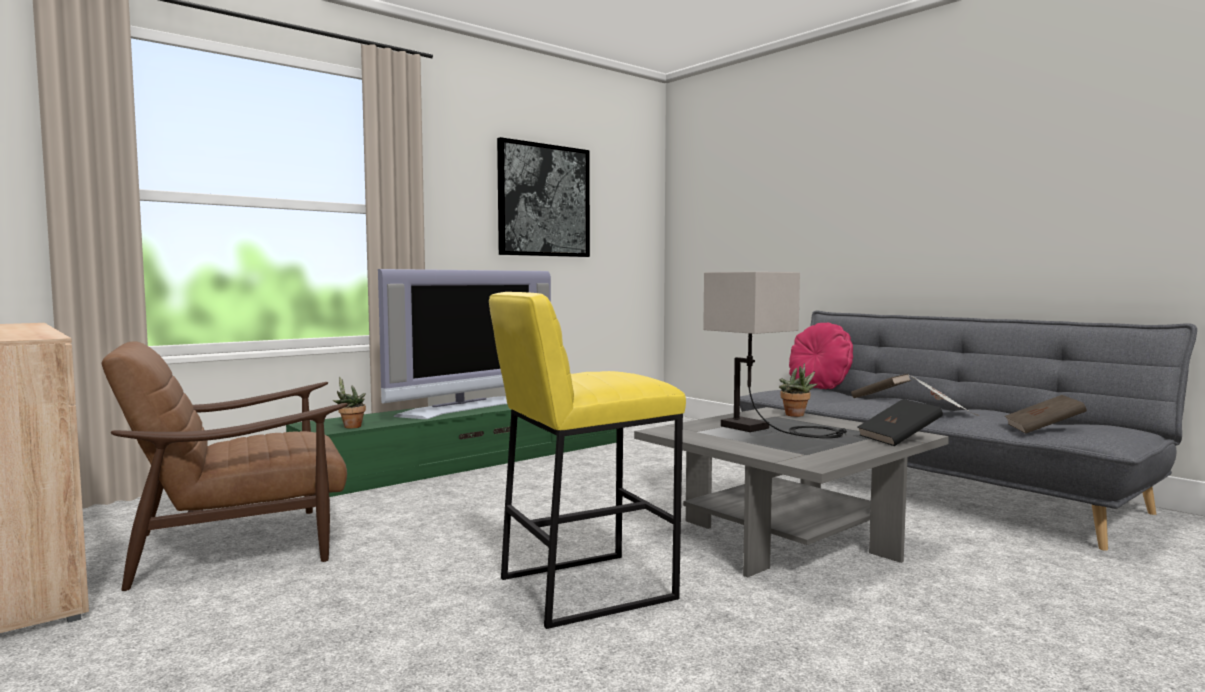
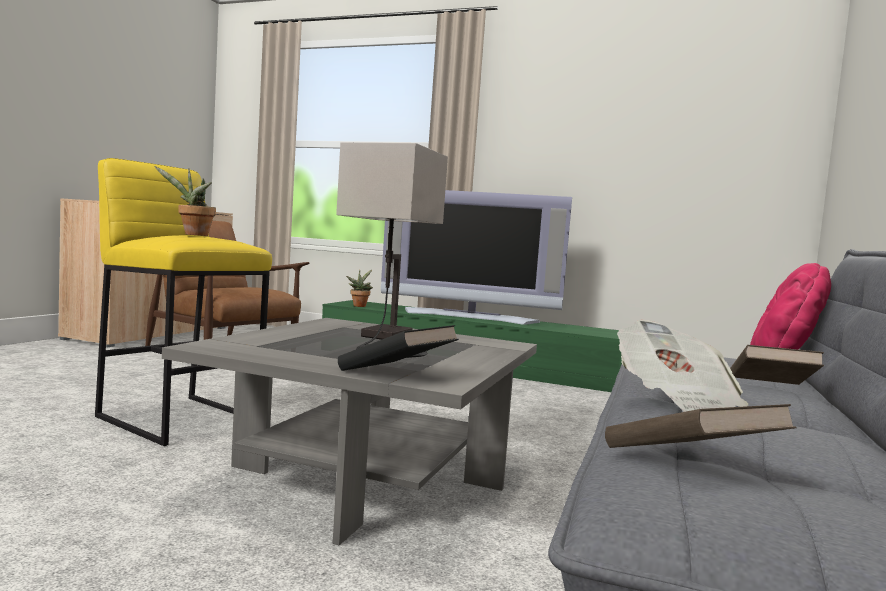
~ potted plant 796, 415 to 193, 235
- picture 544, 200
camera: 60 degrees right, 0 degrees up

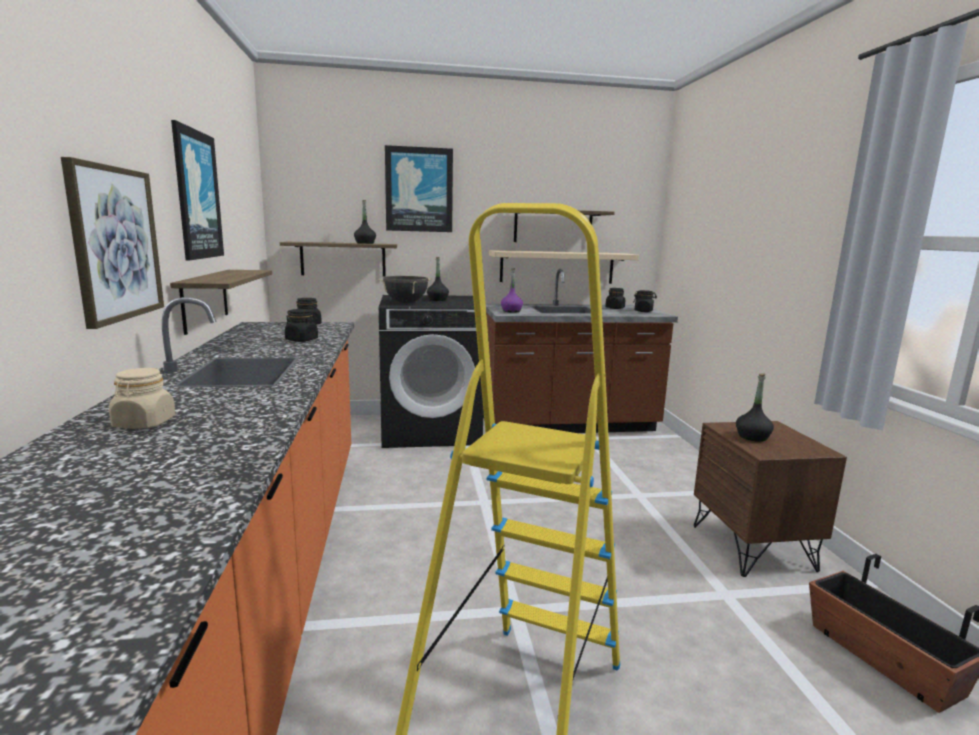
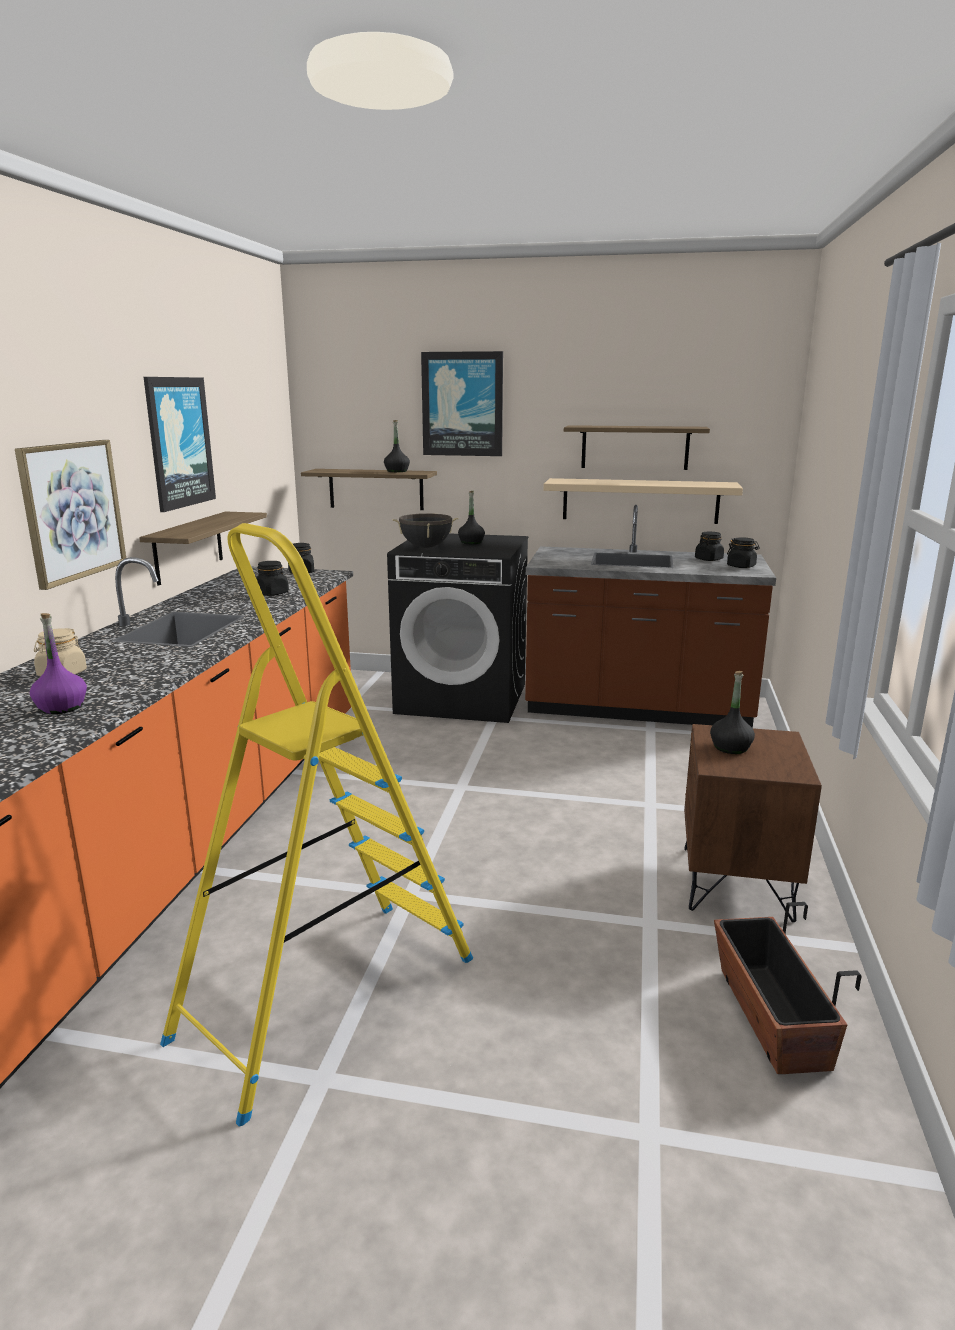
~ bottle/purple 511, 311 to 61, 707
camera: 20 degrees right, 5 degrees up

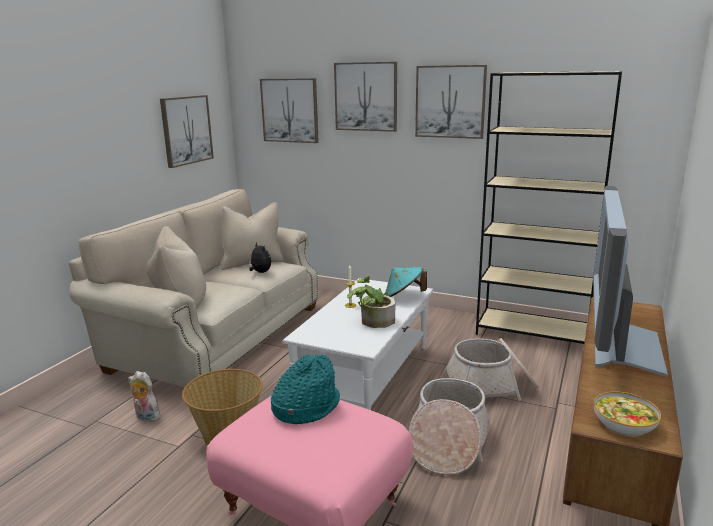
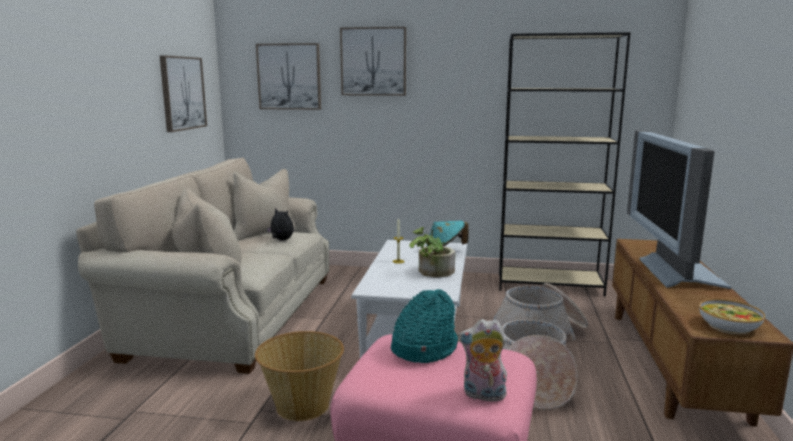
~ plush toy 145, 417 to 483, 396
- picture 450, 101
camera: 15 degrees left, 5 degrees down

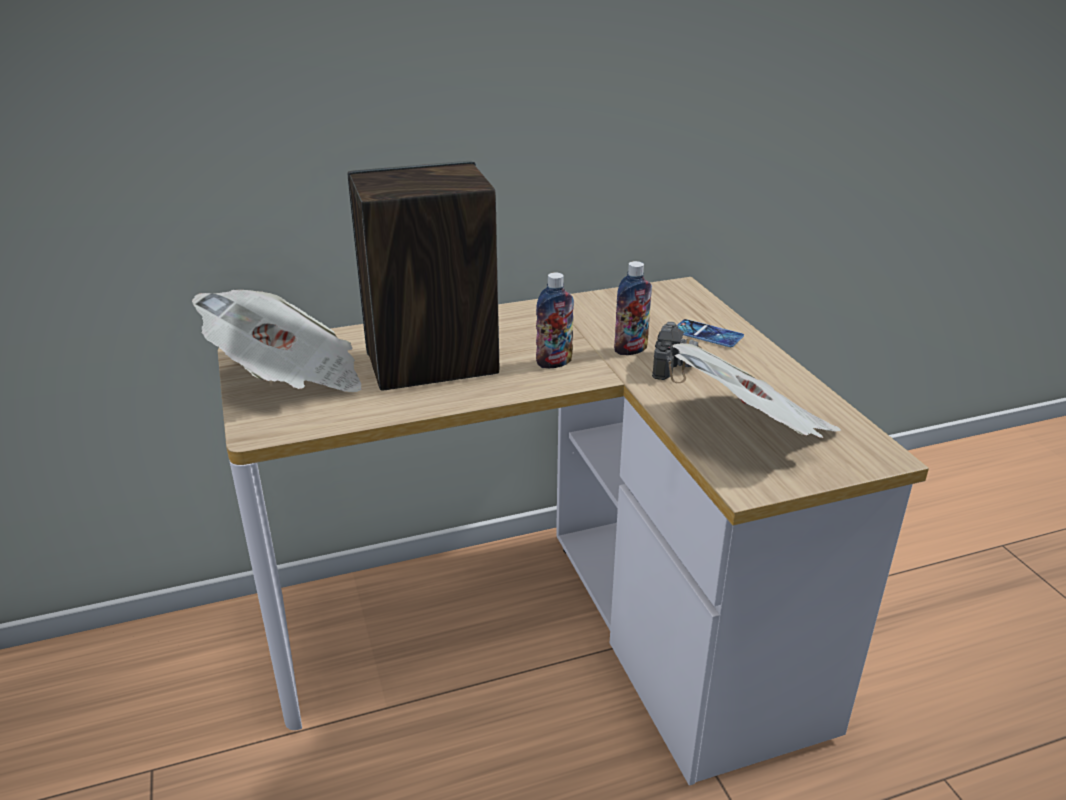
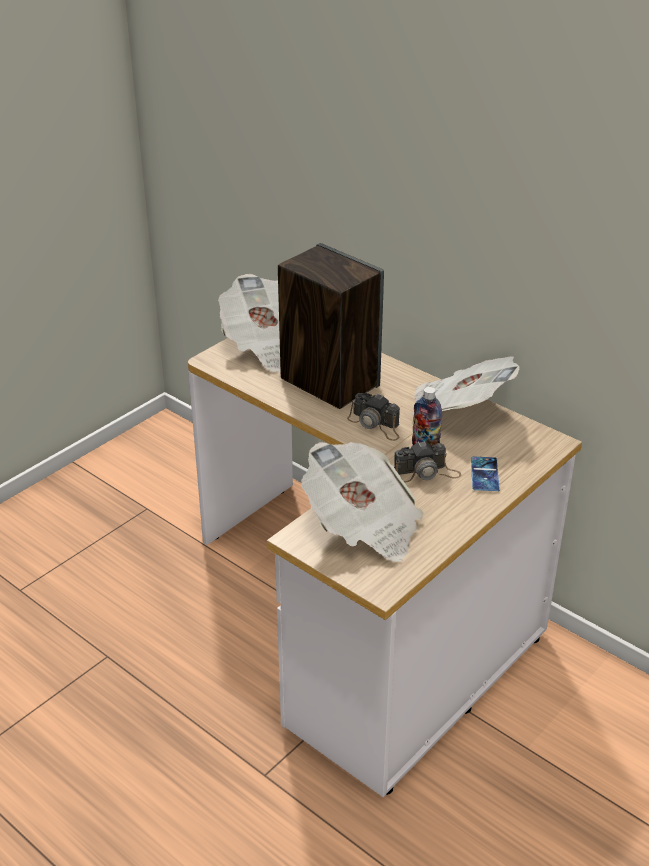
~ bottle 554, 362 to photo camera 376, 425
+ newspaper 459, 409
camera: 60 degrees right, 5 degrees up

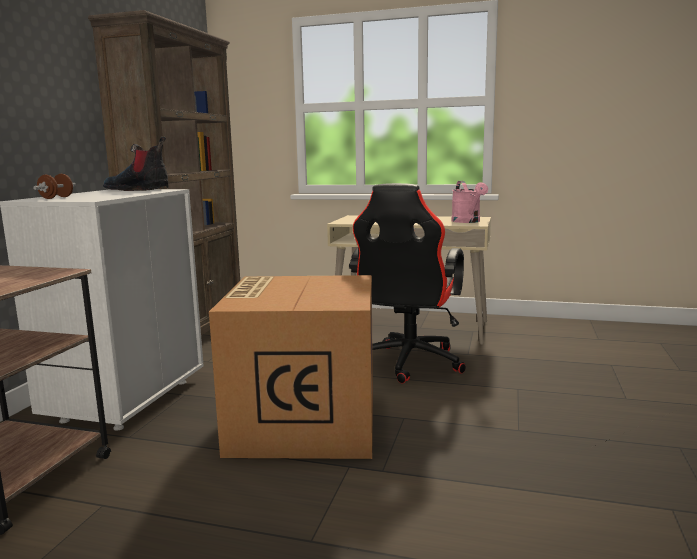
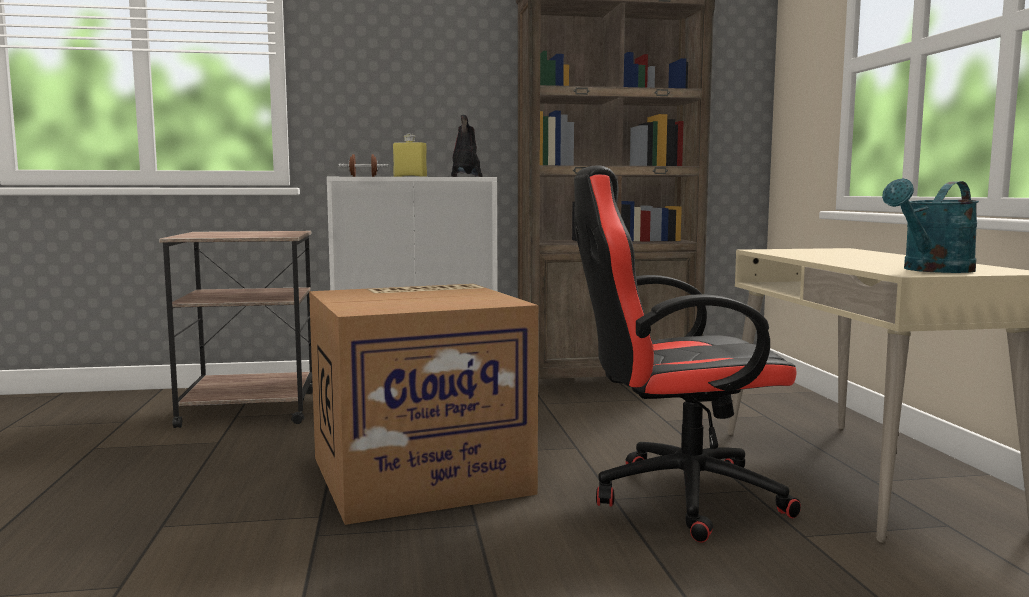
+ bottle/yellow 410, 176
~ watering can/pink 468, 221 to watering can/turquoise 932, 270
camera: 65 degrees right, 5 degrees down

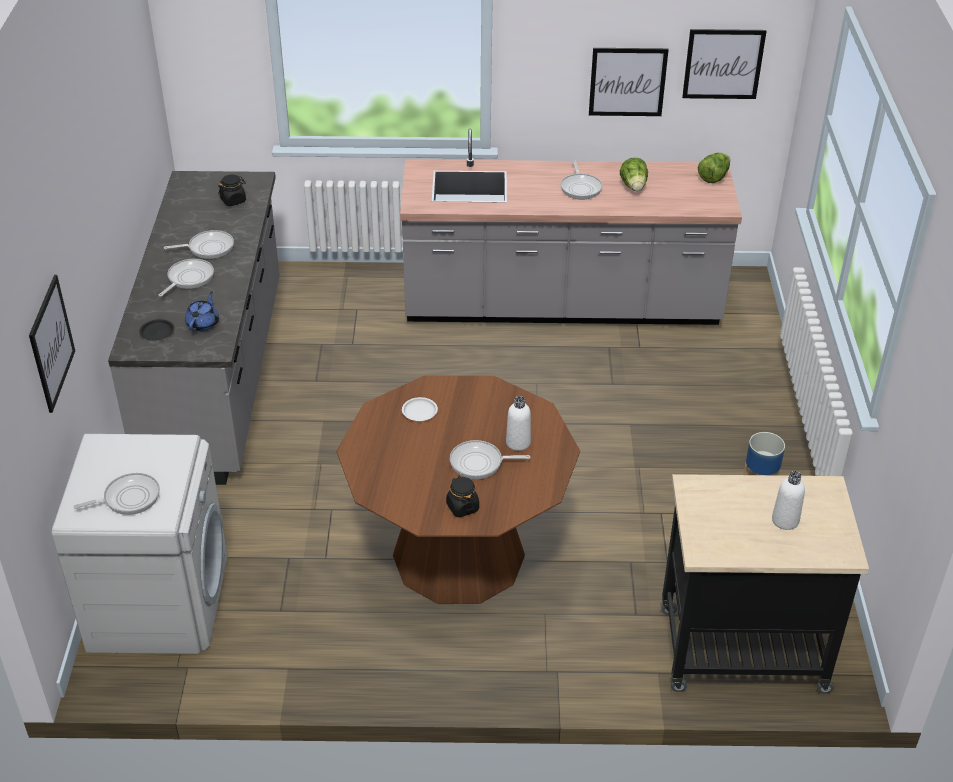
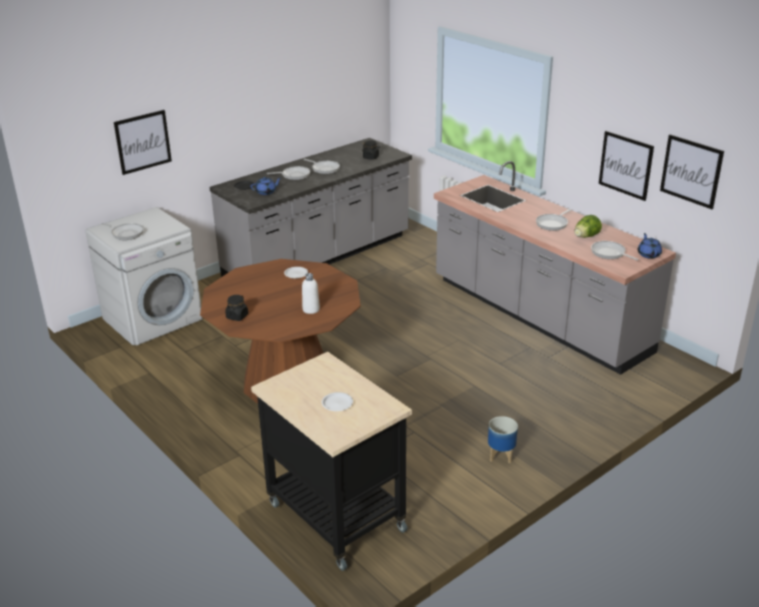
~ bottle/white 785, 520 to plate/white 337, 404
~ frying pan 479, 463 to 609, 253
~ lettuce 713, 177 to teapot/blue 648, 254
camera: 50 degrees right, 10 degrees down

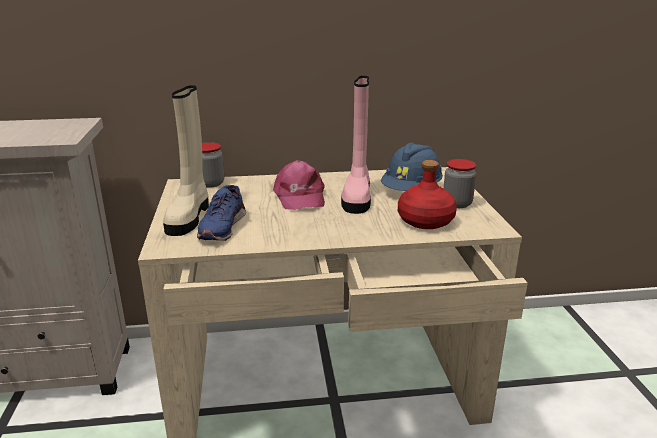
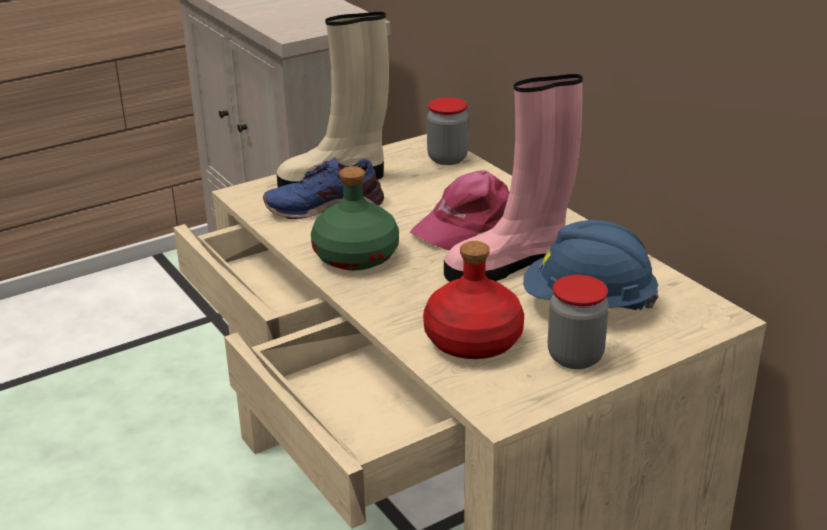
+ bottle/green 357, 256
camera: 65 degrees right, 5 degrees up

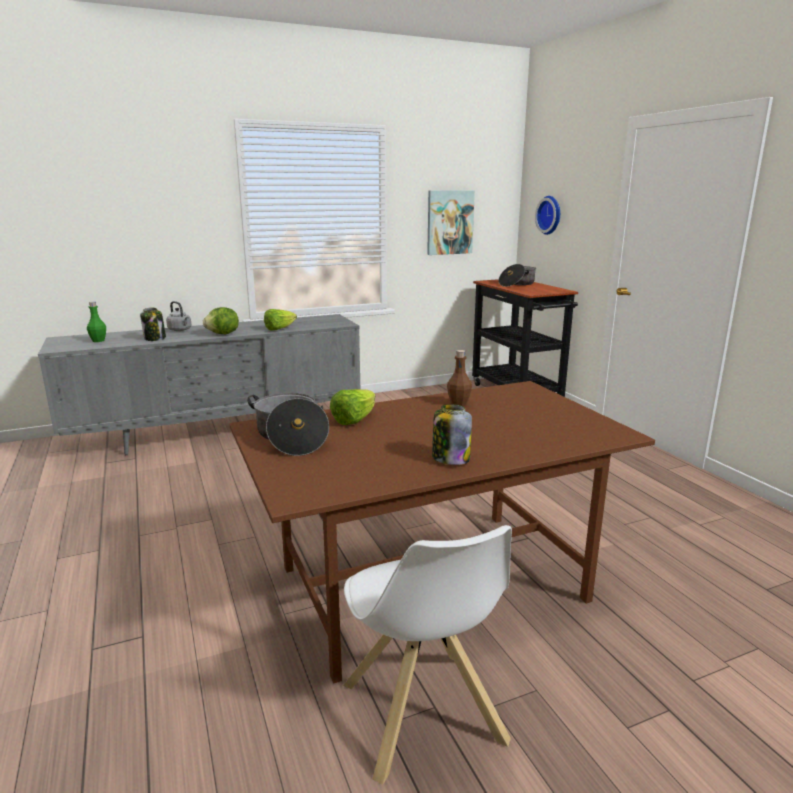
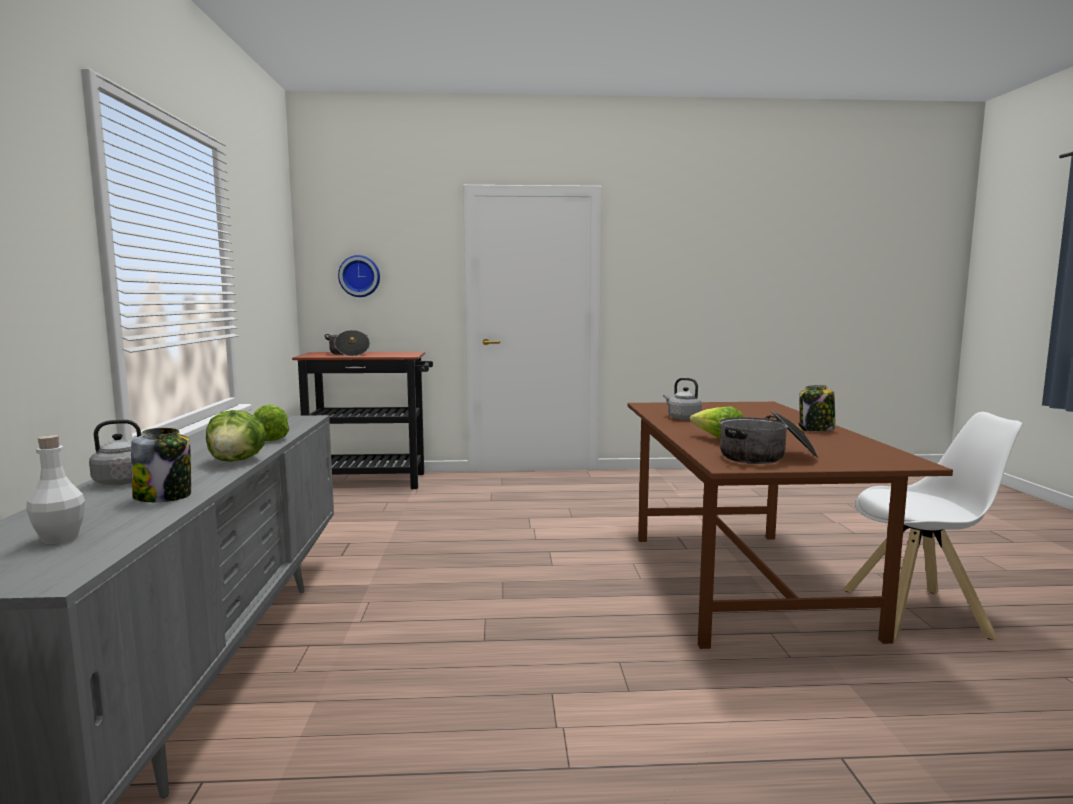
~ bottle/green 98, 340 to bottle/white 60, 538
~ bottle/brown 458, 403 to kettle/grey 682, 418
- picture 449, 222
camera: 70 degrees left, 10 degrees down

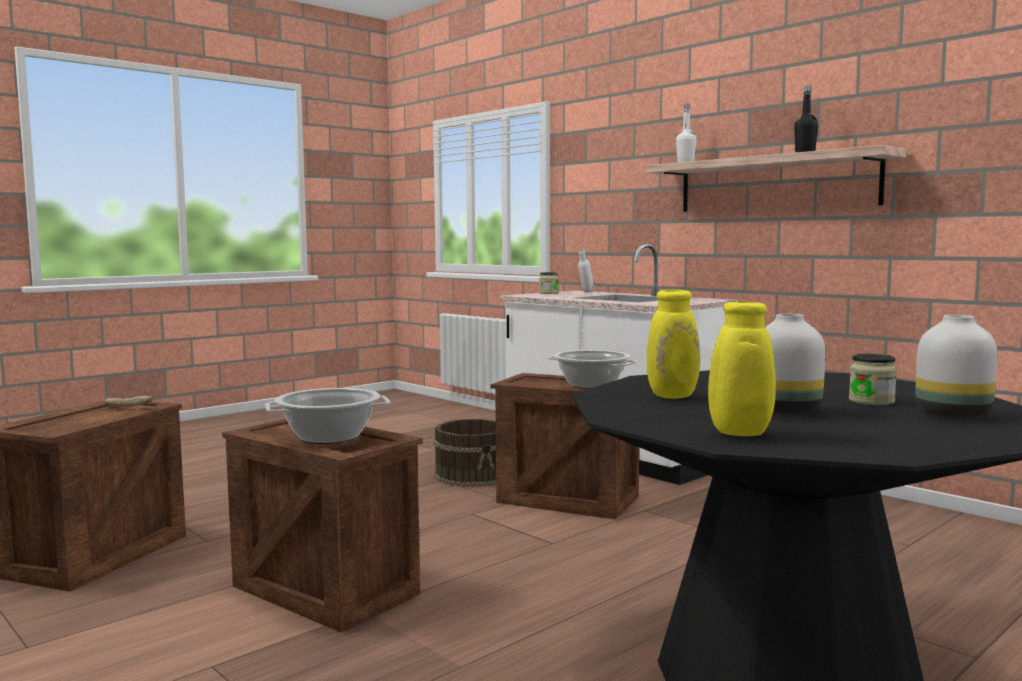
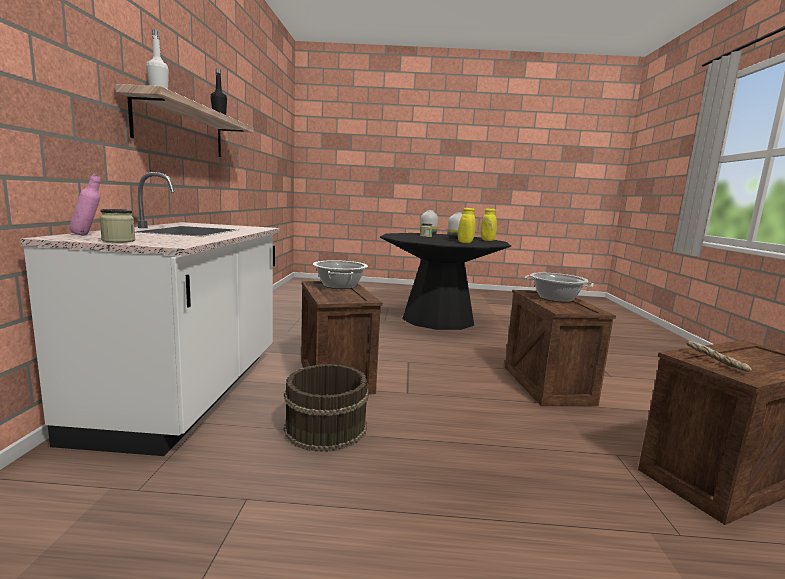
~ bottle/white 585, 292 to bottle/pink 88, 235
camera: 135 degrees left, 5 degrees up

